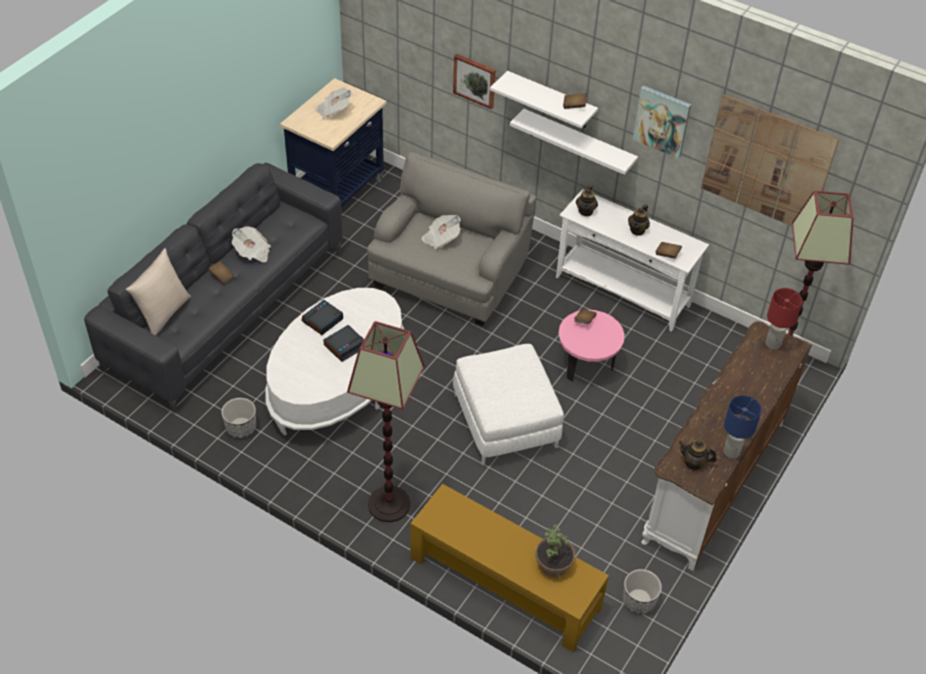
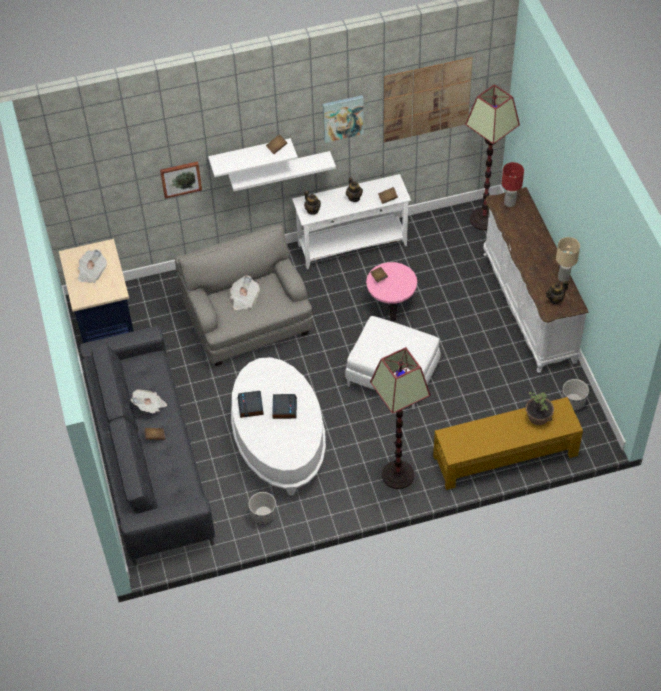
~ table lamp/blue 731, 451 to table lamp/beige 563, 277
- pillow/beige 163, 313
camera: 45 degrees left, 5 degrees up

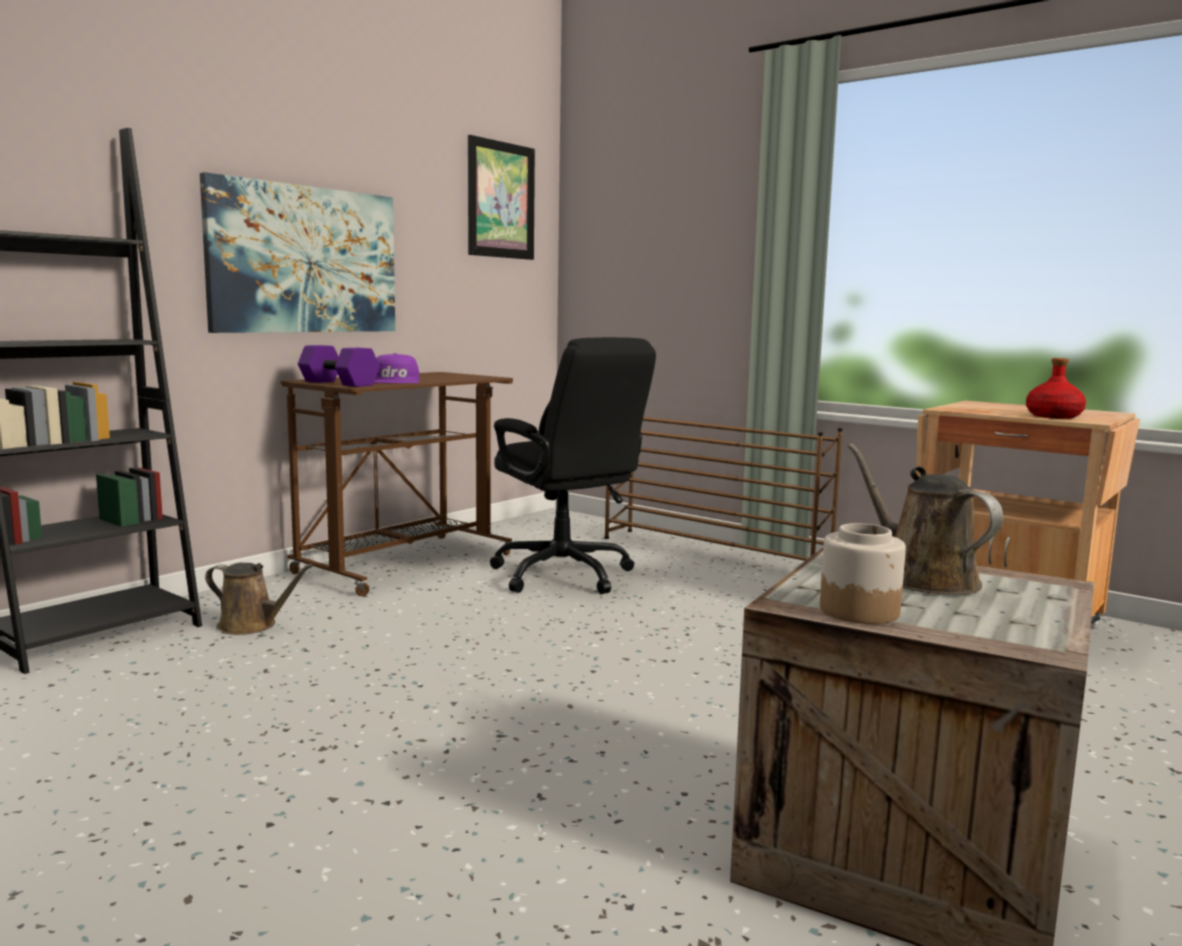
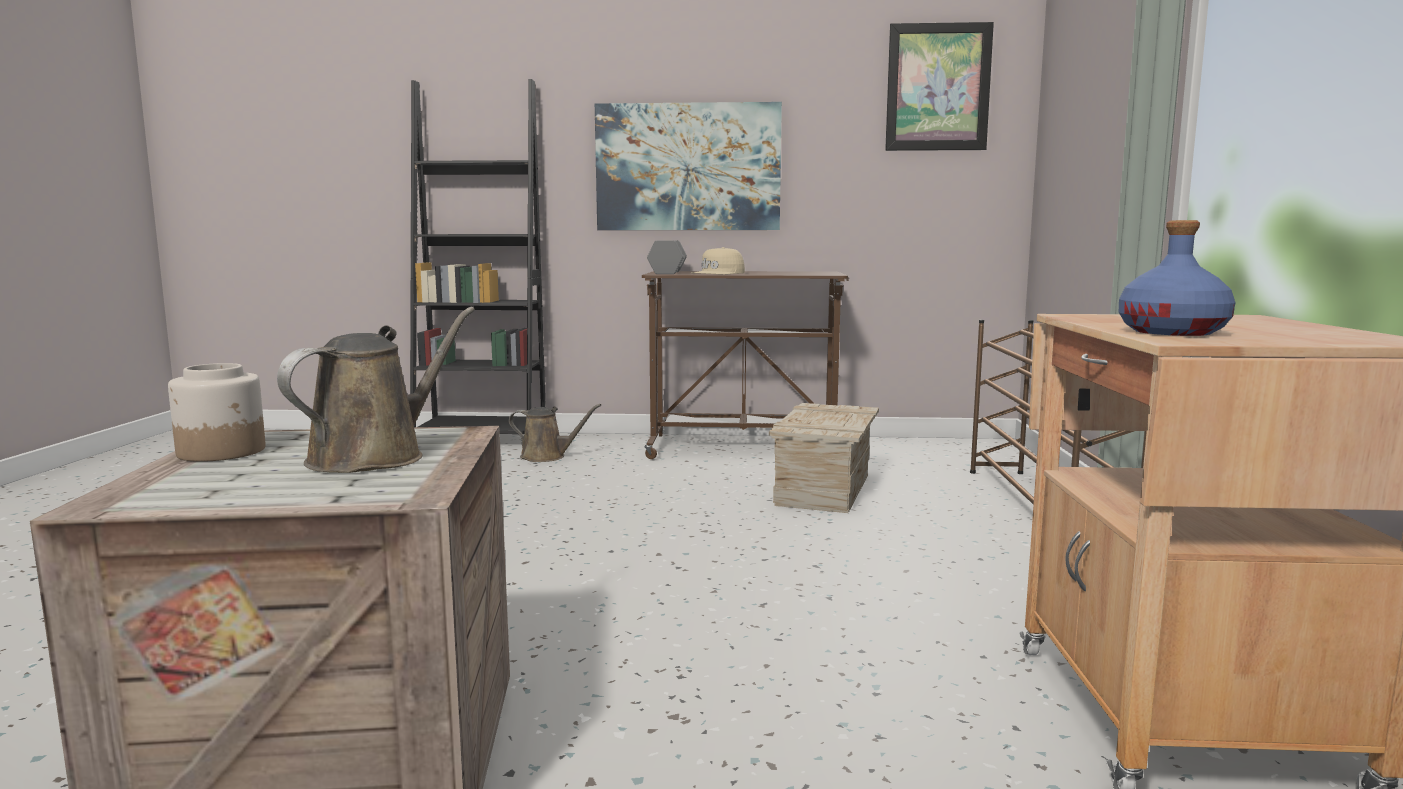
~ watering can/brown 252, 626 = 547, 456 60 degrees counterclockwise
~ dumbbell/purple 337, 383 to dumbbell/grey 666, 272
~ cap/purple 396, 381 to cap/beige 719, 273
~ office chair/black 567, 577 to crate 824, 489
~ bottle/red 1053, 416 to bottle/blue 1173, 332
camera: 55 degrees right, 0 degrees up

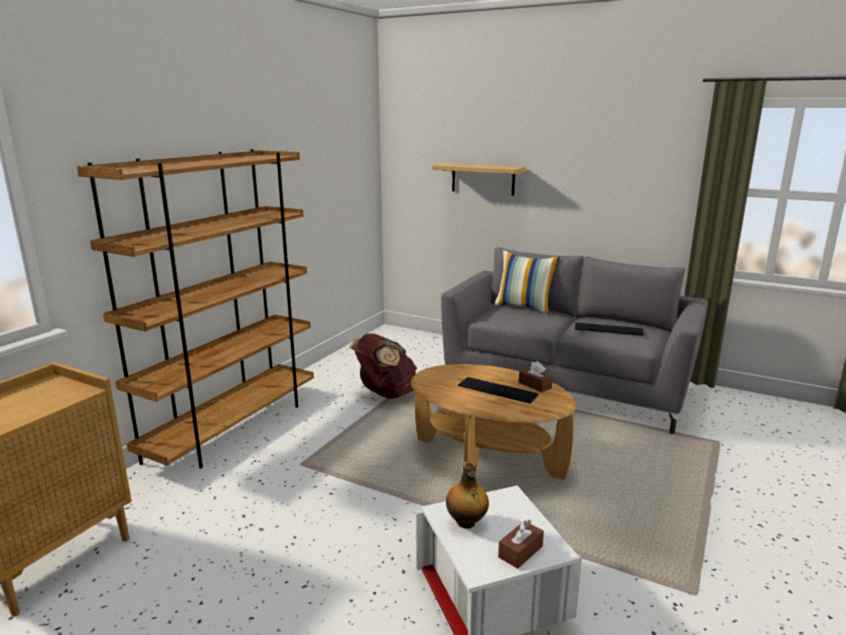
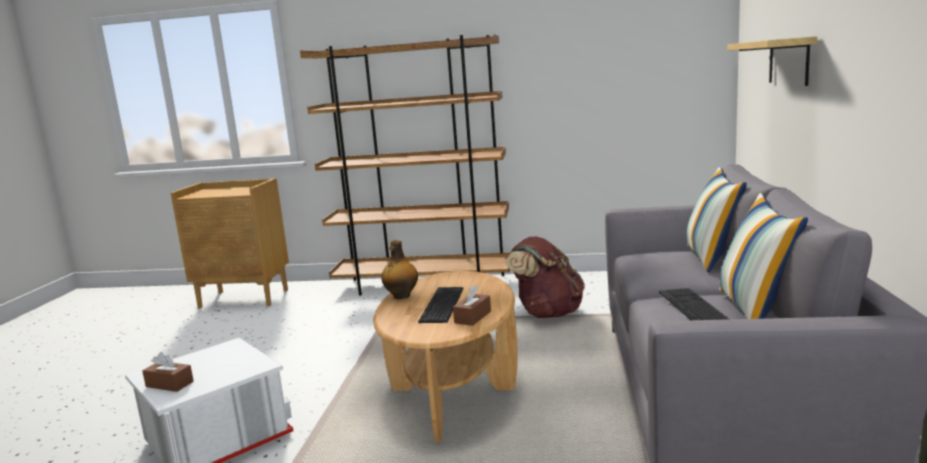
~ bottle 466, 522 to 401, 296
+ pillow 756, 309
camera: 70 degrees right, 5 degrees down

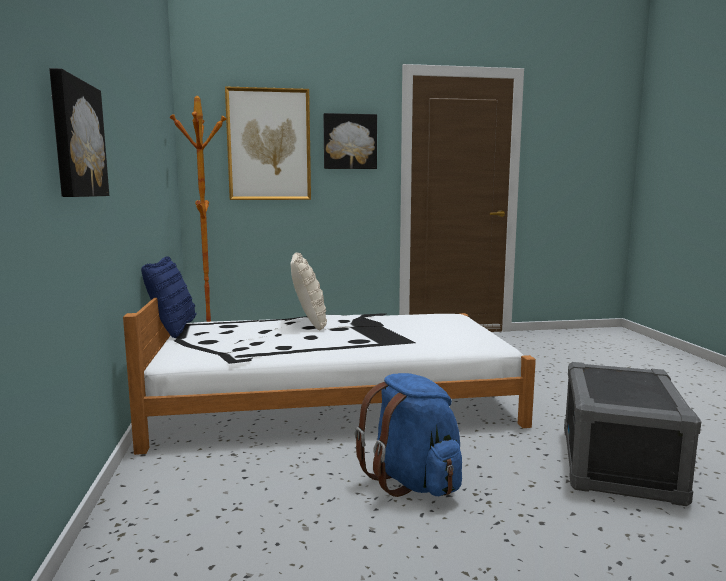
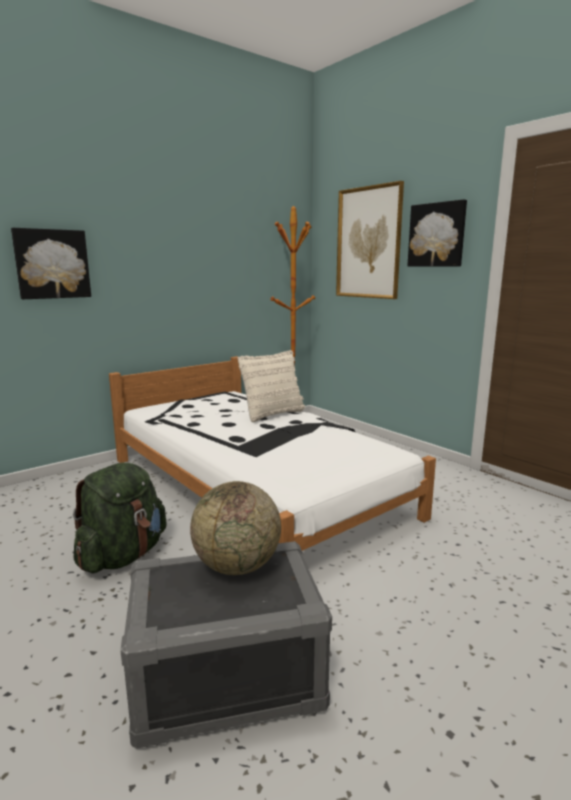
~ backpack/blue 412, 481 to backpack/green 123, 555
+ globe 237, 566
- pillow/blue 173, 329
camera: 60 degrees right, 5 degrees up

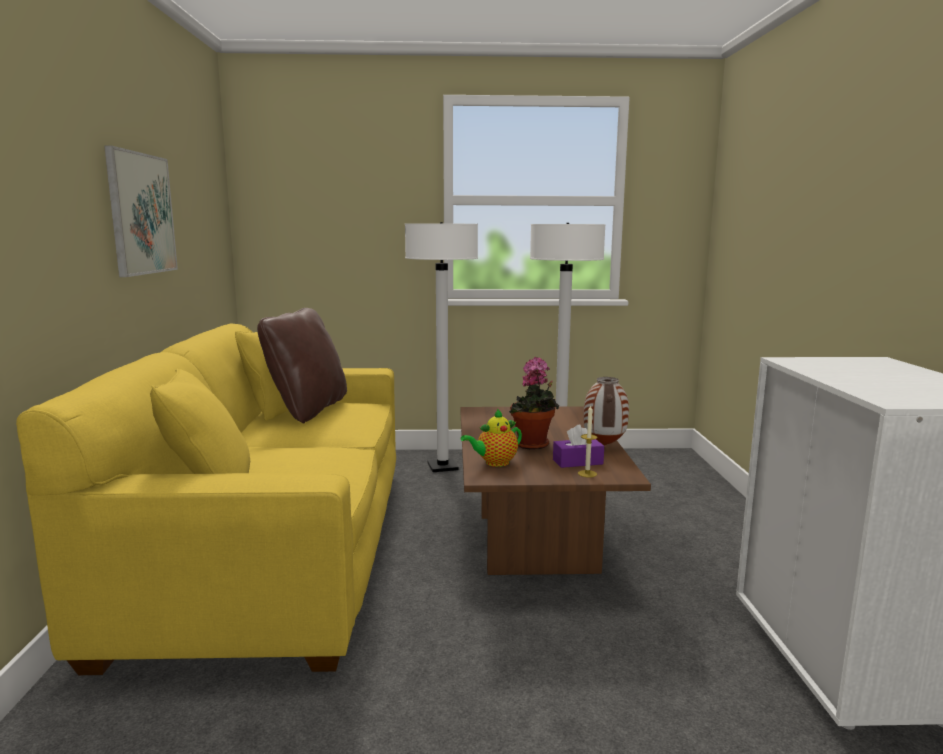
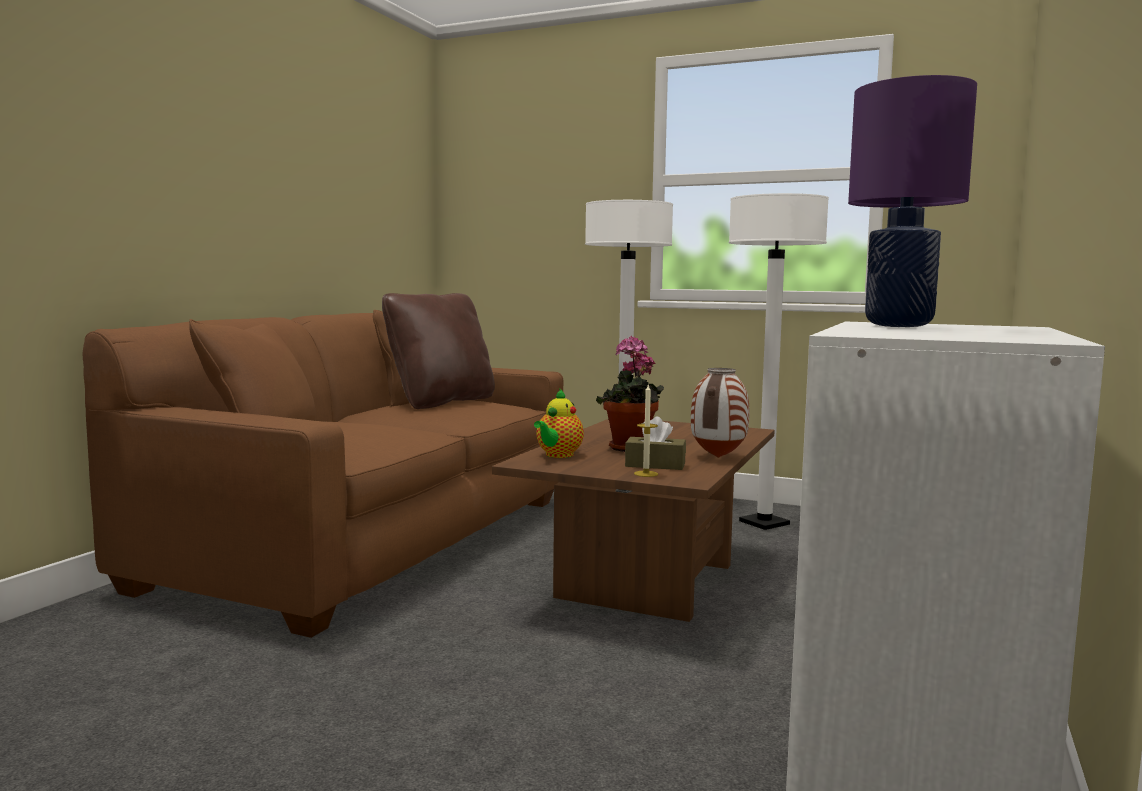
~ sofa/yellow 278, 548 to sofa/brown 374, 540
~ teapot 494, 463 = 558, 455 60 degrees counterclockwise
~ tissue box/purple 577, 462 to tissue box/brown 655, 465
+ table lamp/purple 899, 326
- picture 141, 214
camera: 25 degrees right, 5 degrees down

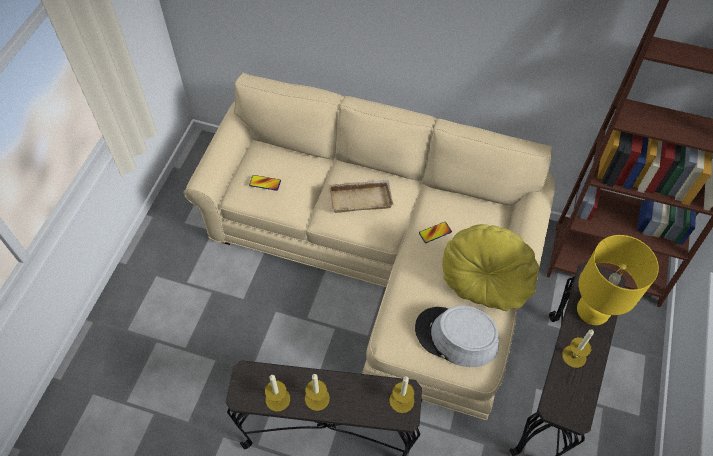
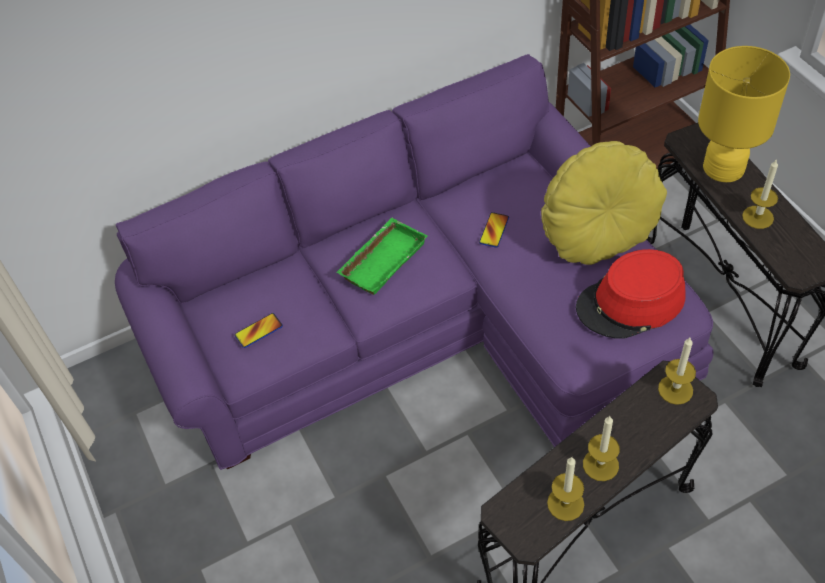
~ sofa/beige 383, 255 to sofa/purple 428, 322
~ tray/beige 361, 198 to tray/green 382, 259
~ hat/grey 456, 337 to hat/red 631, 303
camera: 40 degrees left, 5 degrees down

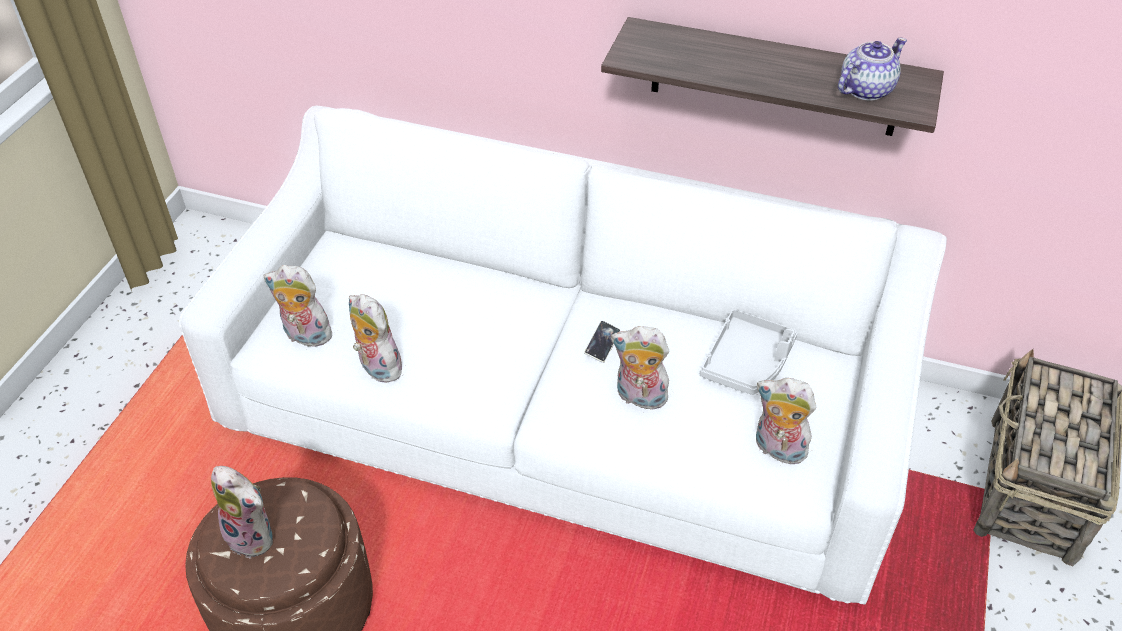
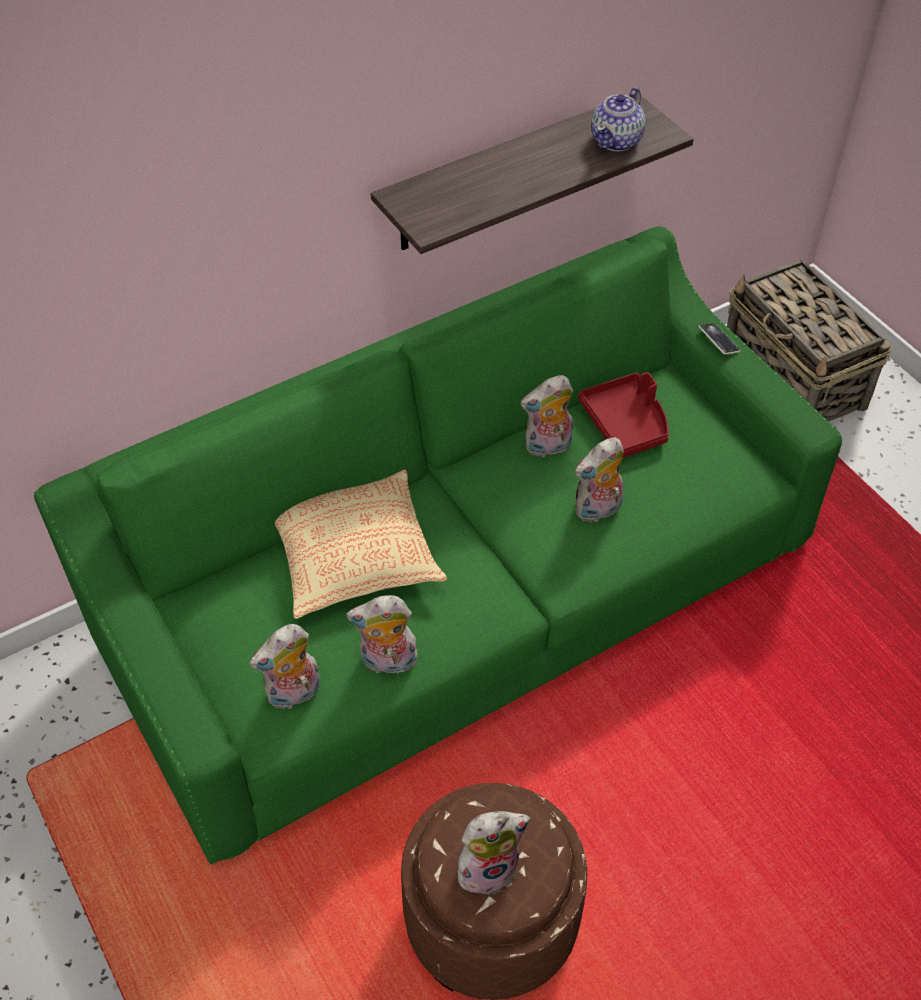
~ sofa/white 562, 409 to sofa/green 461, 589
+ pillow/beige 355, 557
~ plush toy 777, 450 to 547, 447
~ tray/grey 747, 362 to tray/red 626, 424
~ teapot 865, 90 = 617, 140 150 degrees counterclockwise
~ phone 602, 344 to 718, 341
camera: 50 degrees left, 5 degrees up

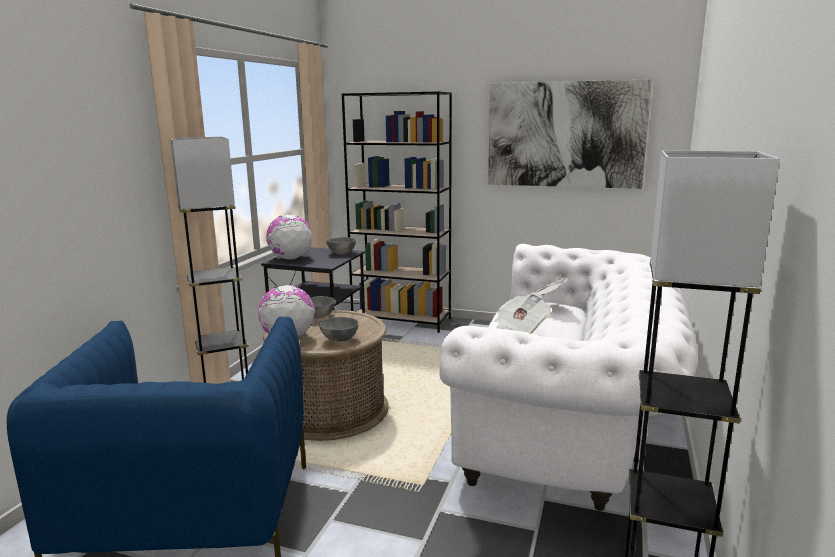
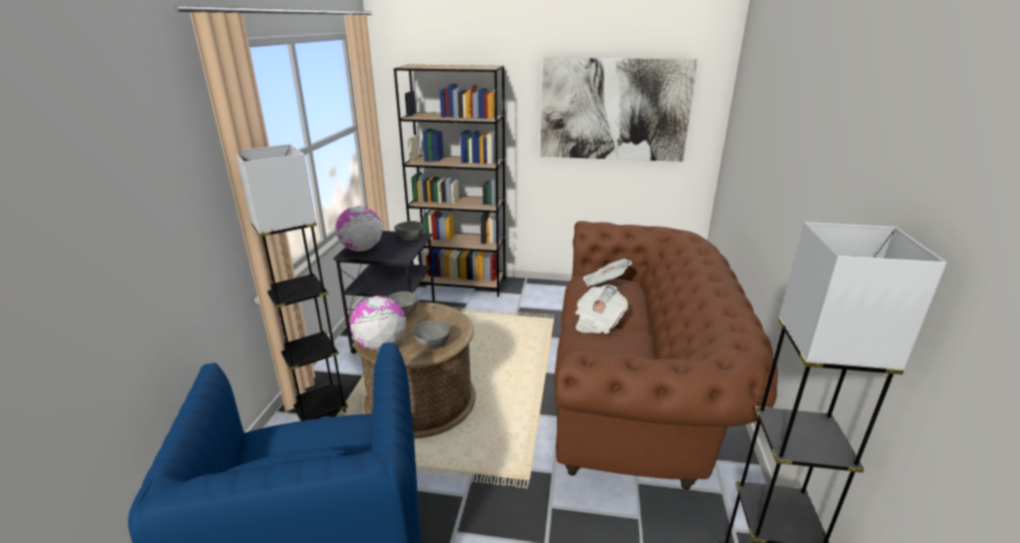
~ sofa/white 570, 421 to sofa/brown 638, 391
camera: 10 degrees left, 10 degrees up

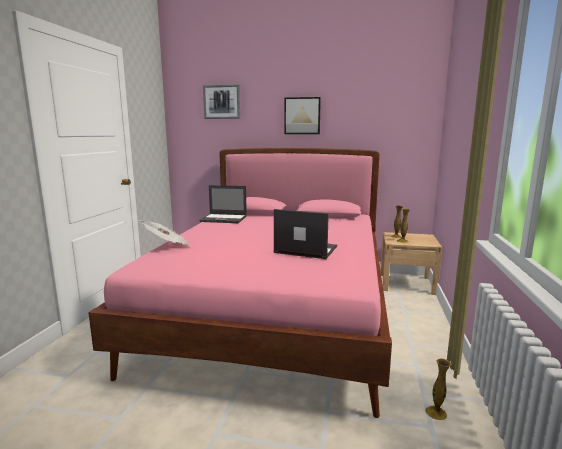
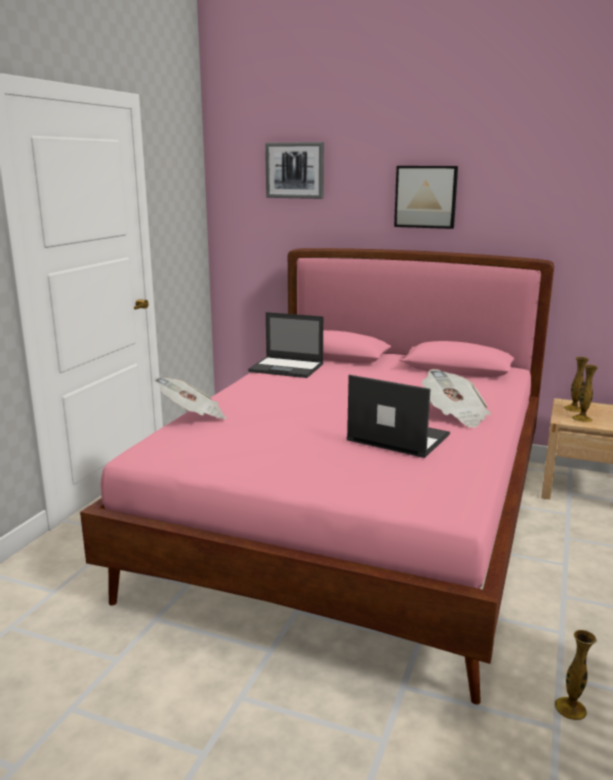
+ newspaper 455, 415
camera: 10 degrees right, 5 degrees up

